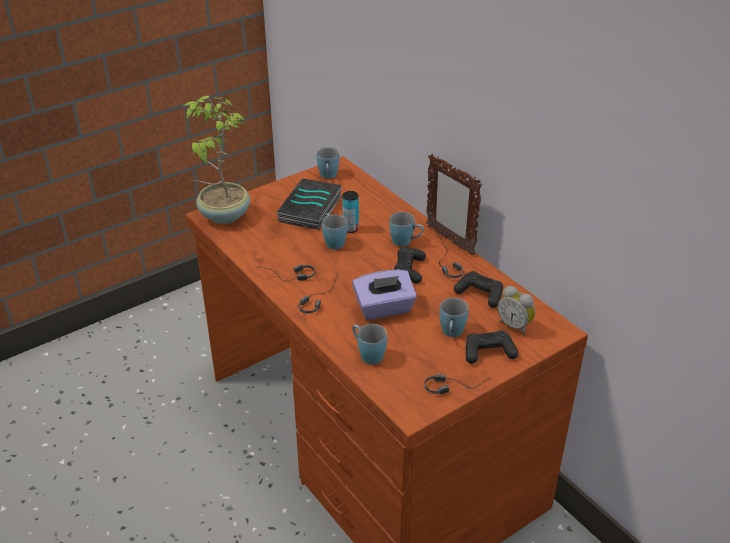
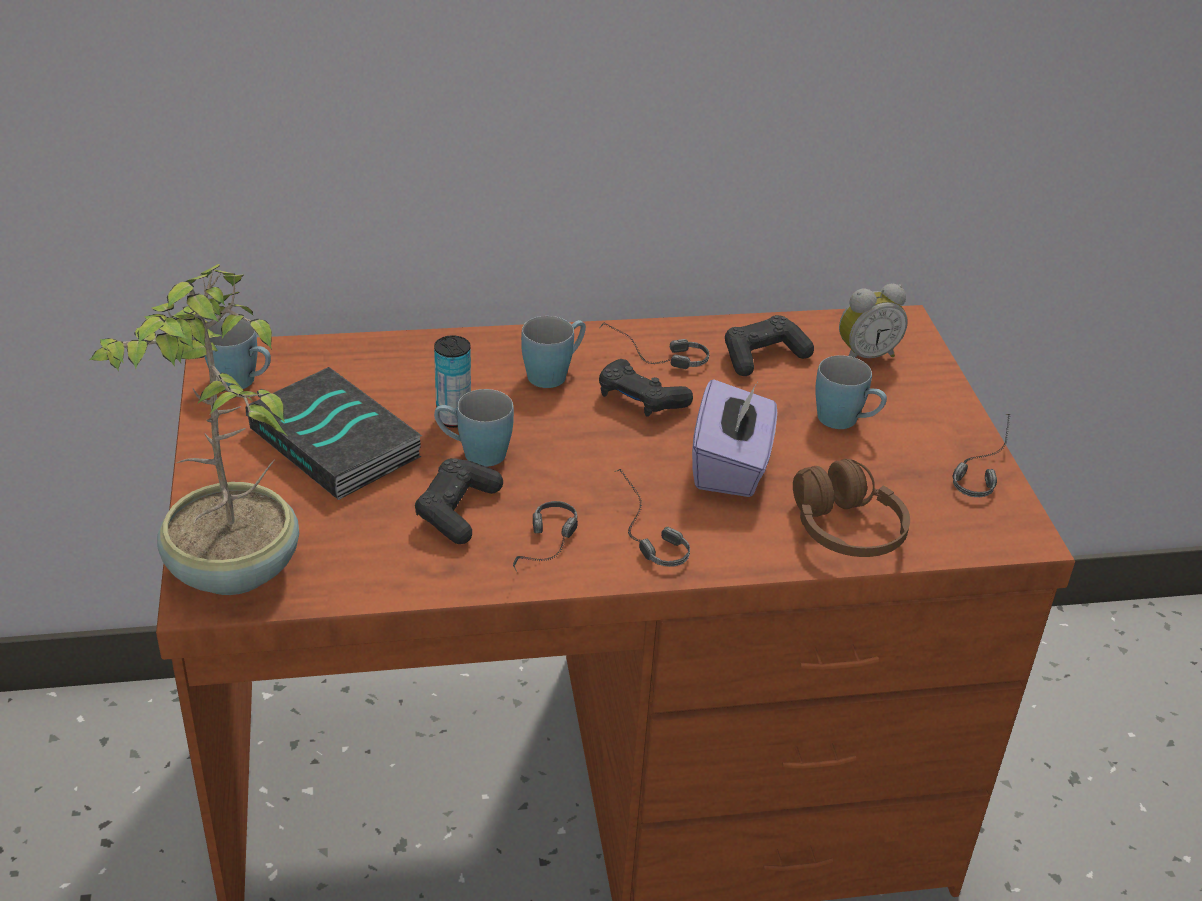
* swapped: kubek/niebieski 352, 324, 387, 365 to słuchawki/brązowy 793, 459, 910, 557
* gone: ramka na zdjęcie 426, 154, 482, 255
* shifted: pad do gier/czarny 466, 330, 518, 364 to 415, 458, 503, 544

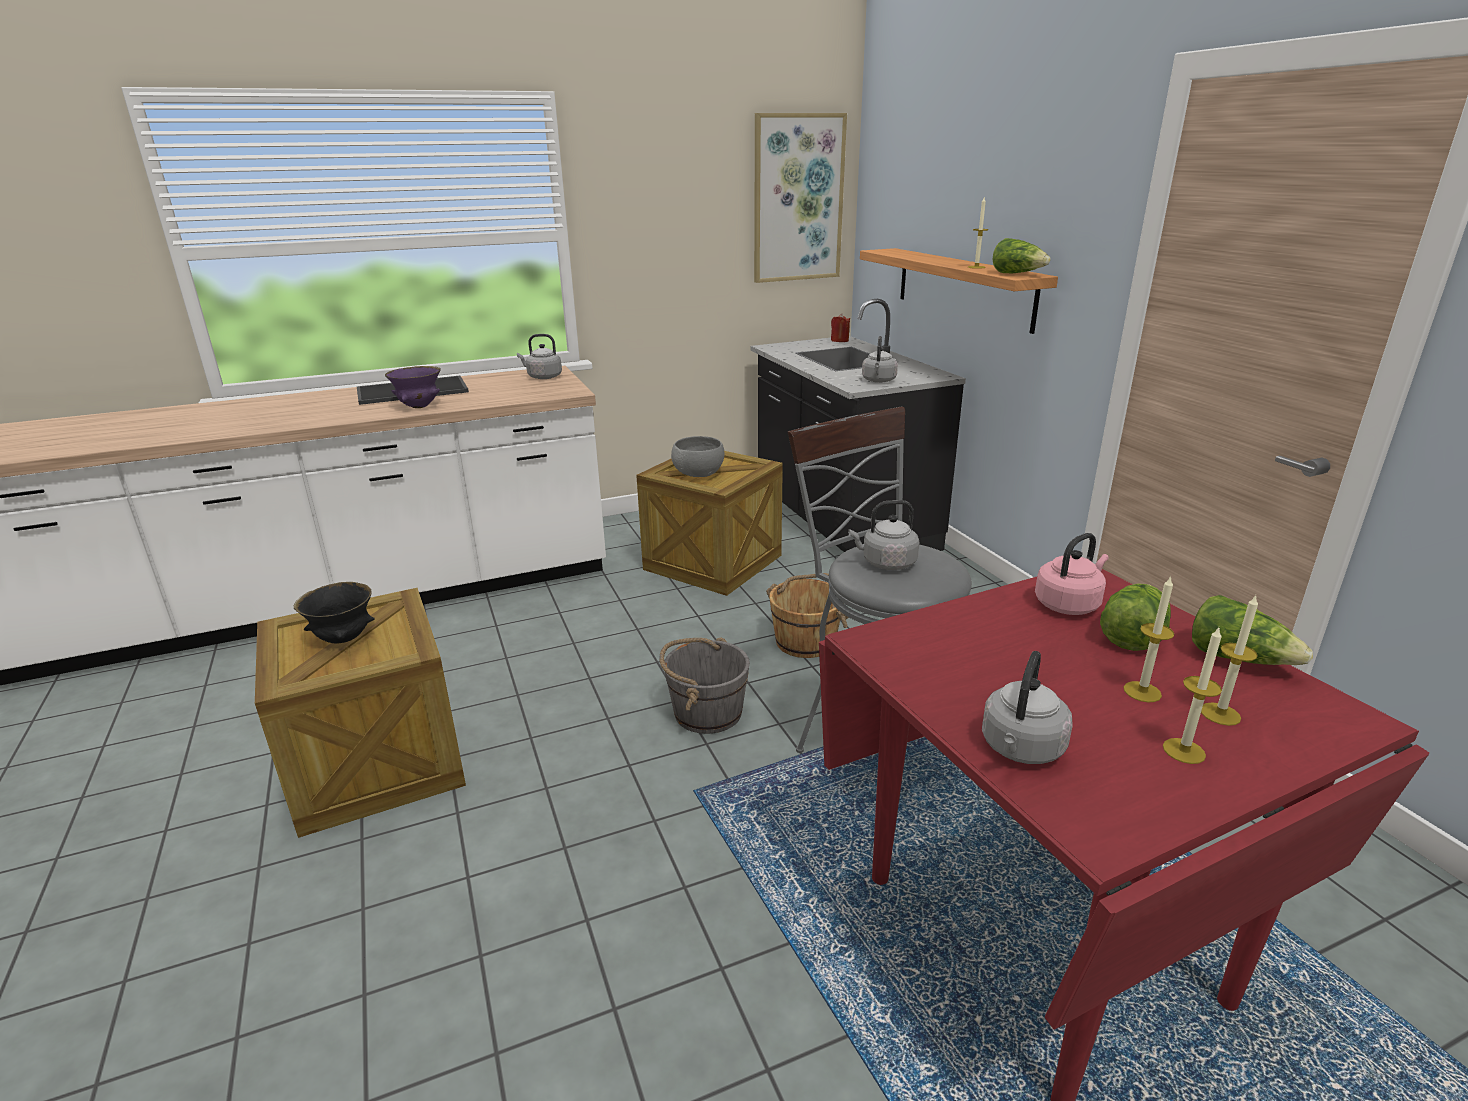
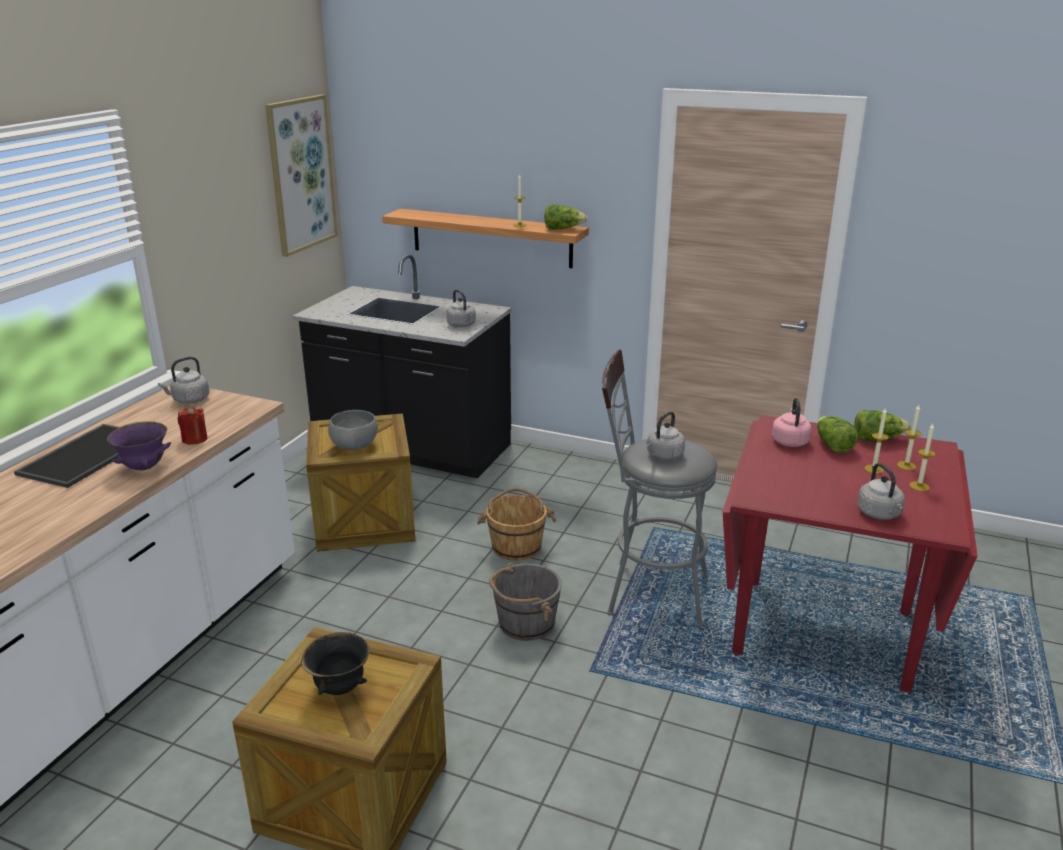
* shifted: świeca/czerwony 831, 314, 850, 342 to 178, 406, 208, 445

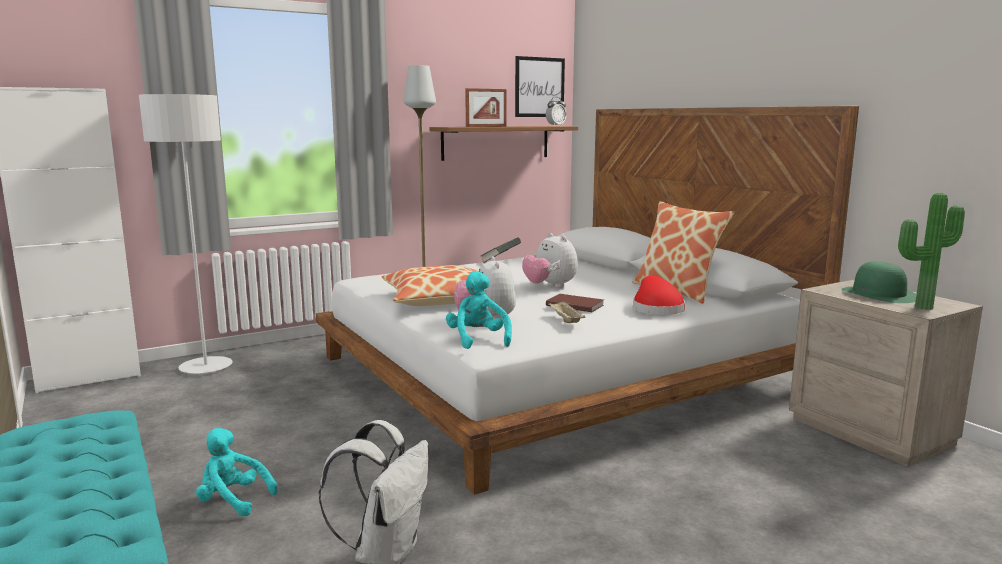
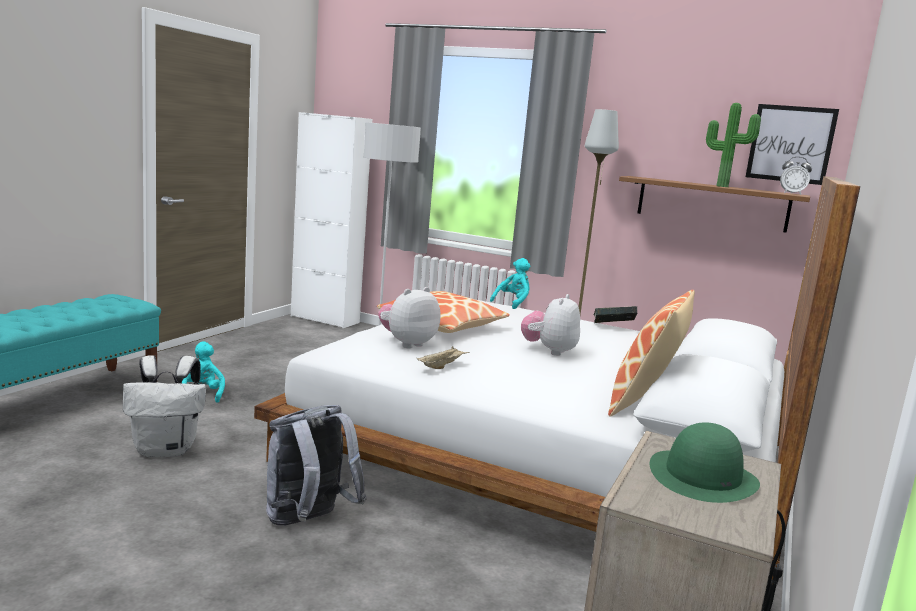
* shifted: pluszak/turkusowy 446, 271, 512, 349 to 490, 258, 531, 309
* gone: ramka na zdjęcie 465, 88, 507, 127
* gone: książka/brązowy 546, 294, 604, 312
* gone: kapelusz/czerwony 633, 276, 685, 315
* shifted: roślina doniczkowa 898, 193, 965, 310 to 706, 103, 761, 187
* new: plecak/szary 266, 405, 367, 526

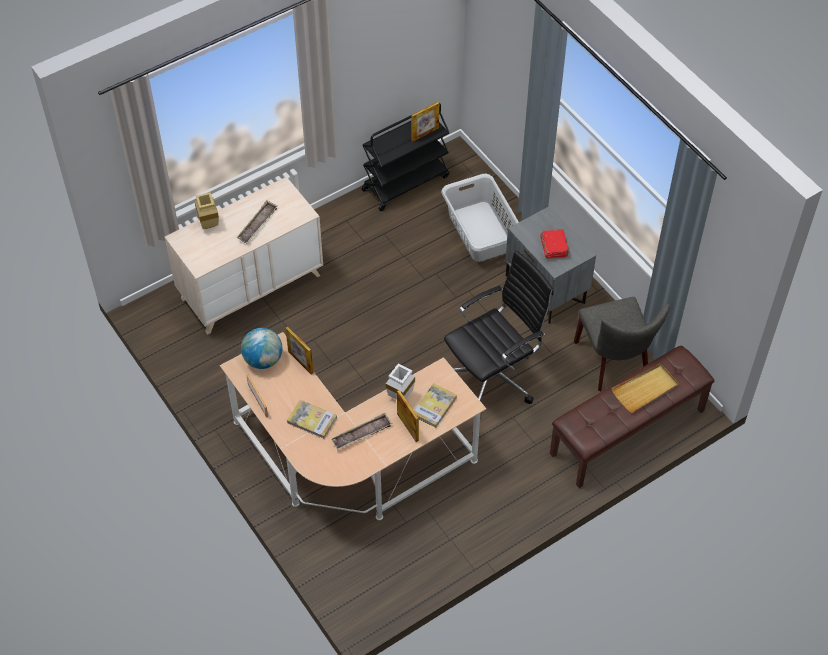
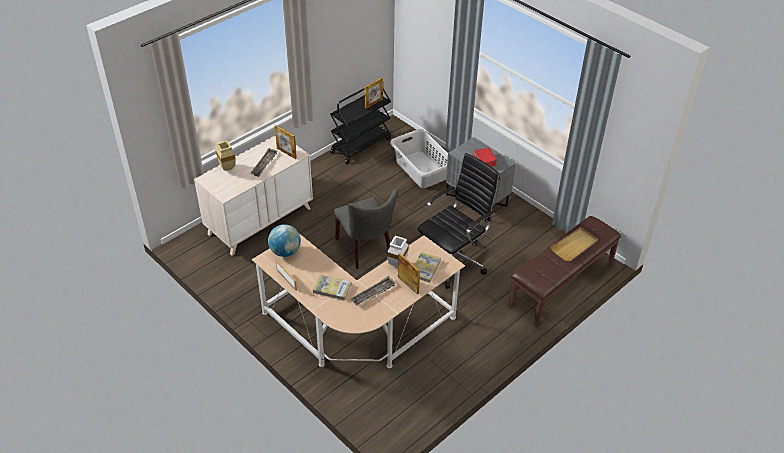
* shifted: ramka na zdjęcie 285, 327, 313, 374 to 275, 125, 297, 159
* shifted: krzesło/szary 574, 297, 670, 391 to 334, 188, 398, 269

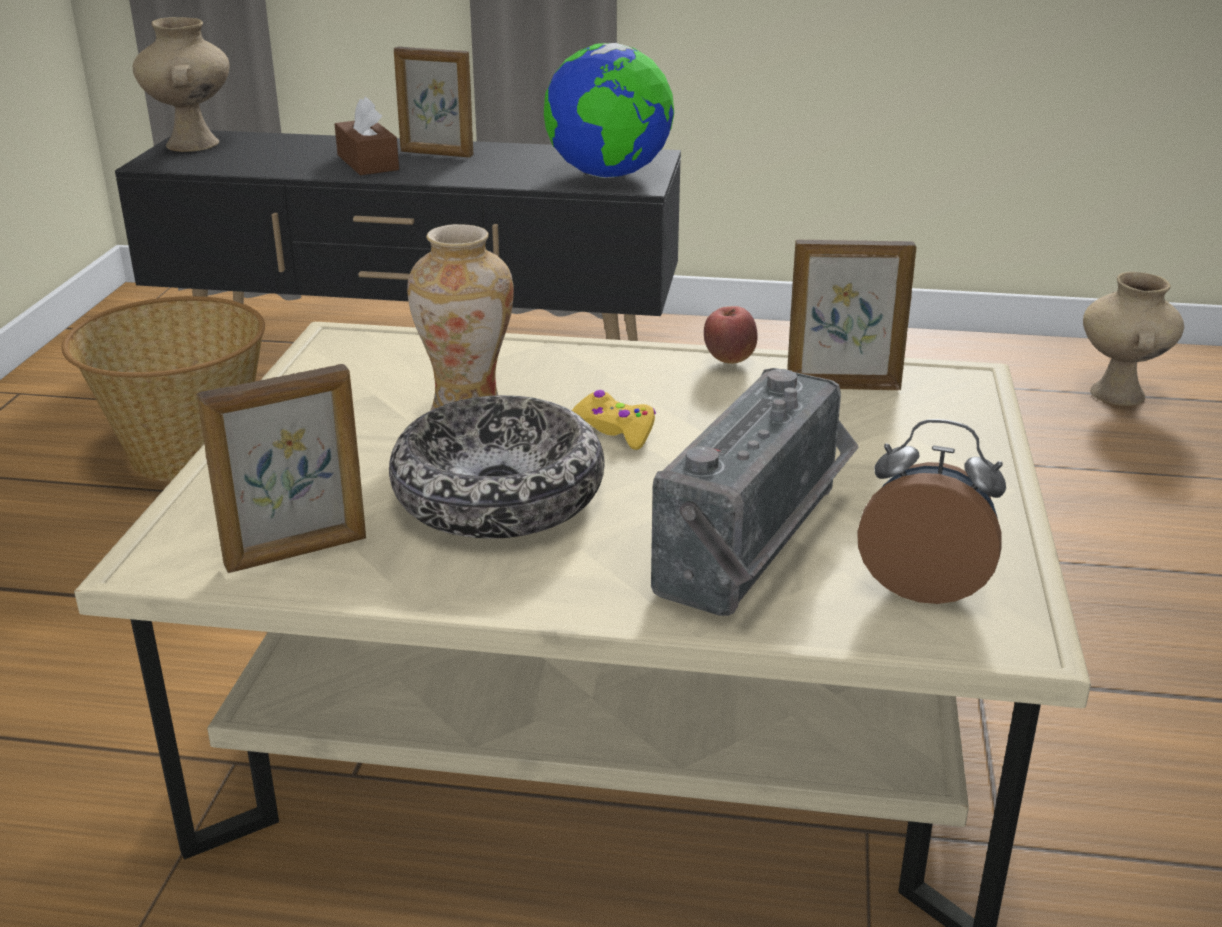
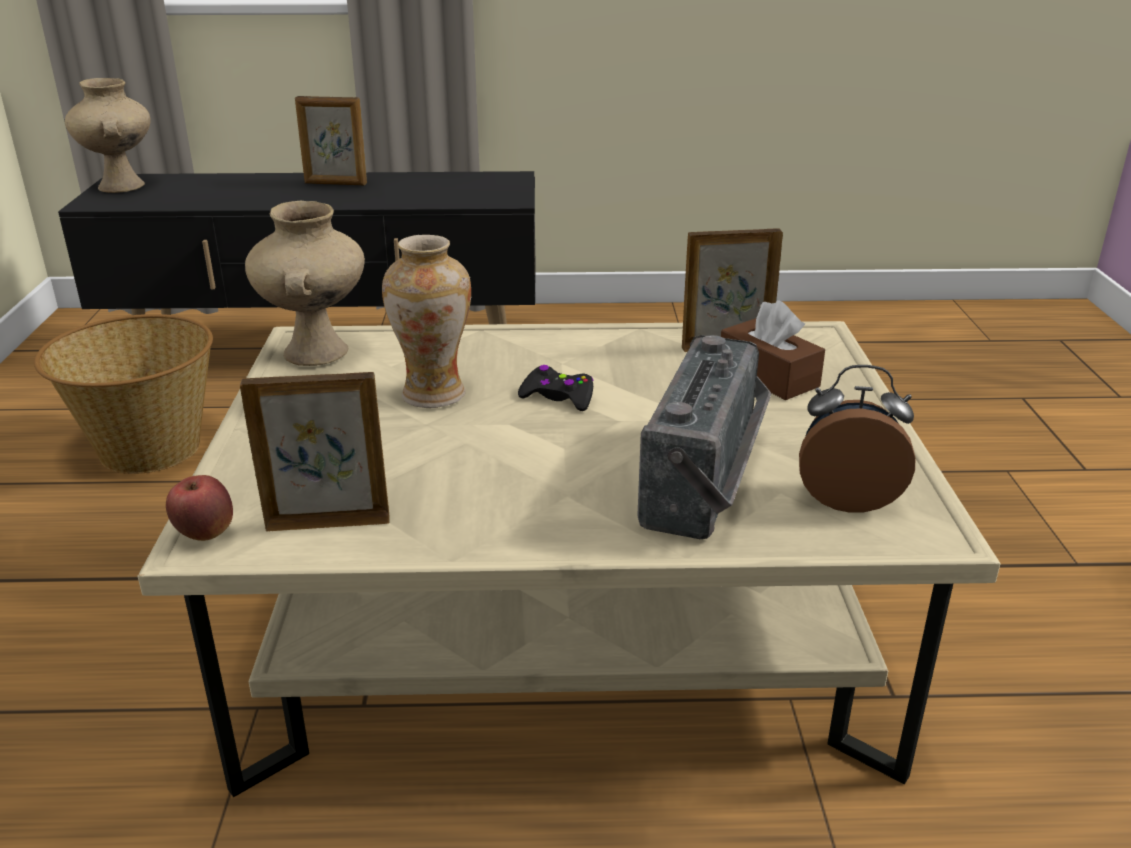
* rotated: ramka na zdjęcie 197, 364, 366, 573 = 240, 372, 390, 532 150 degrees counterclockwise
* shifted: pudełko chusteczek/brązowy 335, 97, 399, 175 to 721, 300, 825, 400
* gone: miska 389, 395, 605, 539
* gone: globus 544, 43, 674, 178
* repainted: pad do gier/żółty 571, 390, 656, 450 to pad do gier/czarny 518, 365, 593, 411
* shifted: jabłko 704, 306, 758, 364 to 166, 475, 233, 541
* shifted: wazon/beżowy 1083, 272, 1184, 406 to 245, 201, 365, 366

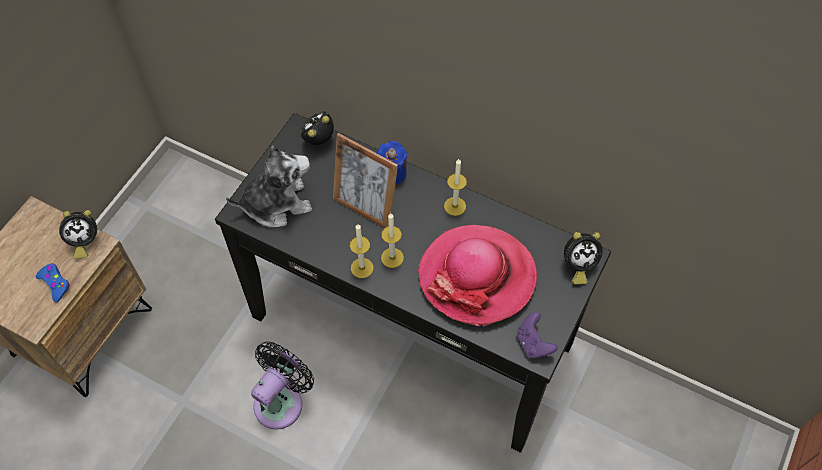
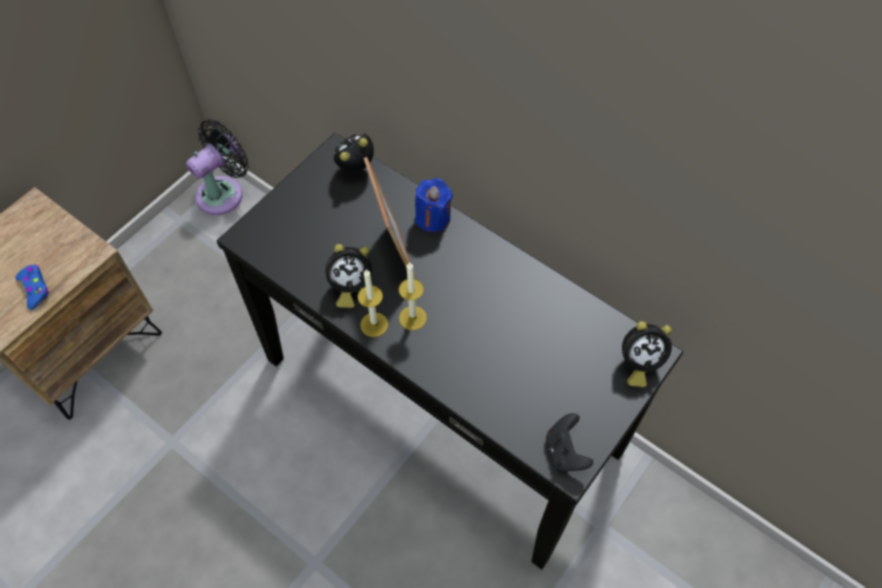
* shifted: budzik 59, 210, 97, 259 to 325, 244, 372, 308
* gone: pluszak 226, 145, 312, 227
* shifted: wentylator/czarny 251, 341, 314, 430 to 186, 119, 249, 215
* rotated: ramka na zdjęcie 333, 133, 398, 228 = 364, 157, 416, 279 150 degrees counterclockwise
* gone: kapelusz 418, 225, 537, 327
* gone: świeca 444, 159, 467, 216
* repainted: pad do gier/fioletowy 517, 312, 558, 358 to pad do gier/czarny 546, 413, 593, 471

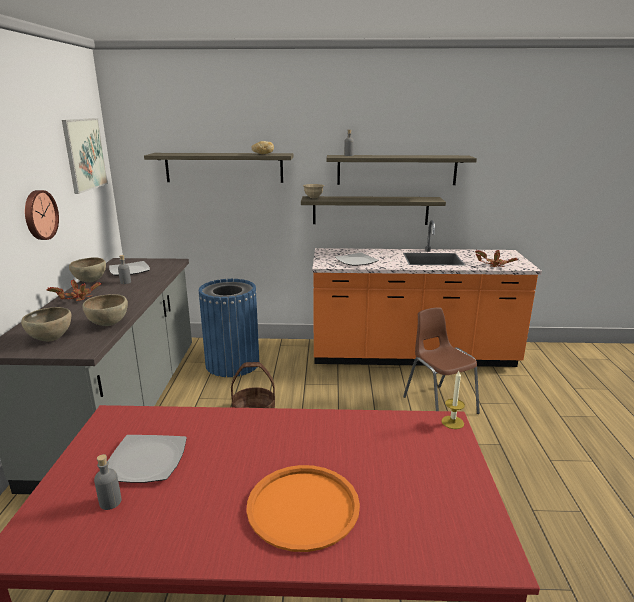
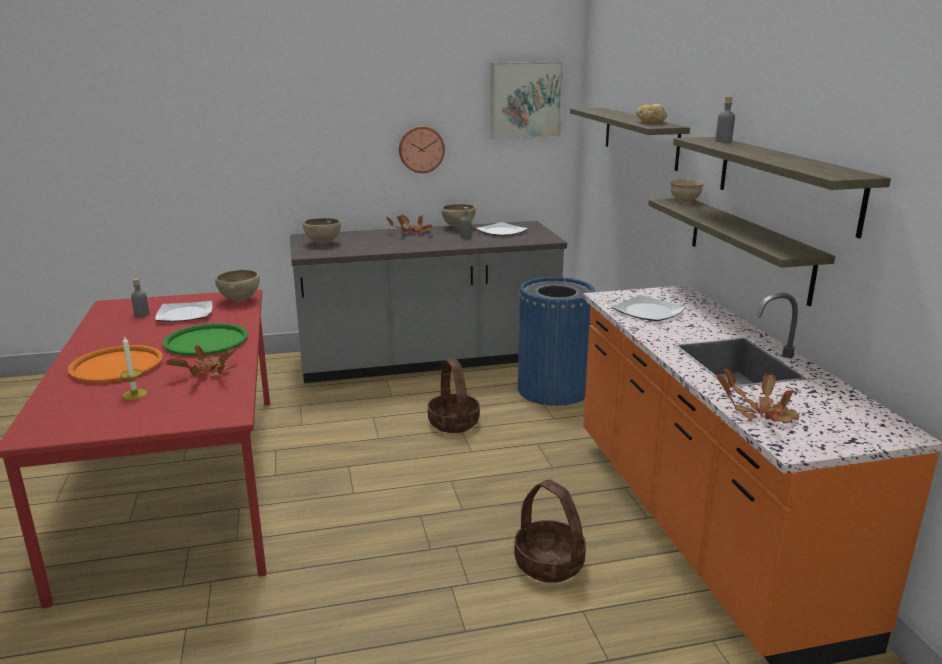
* shifted: miska/brązowy 82, 294, 128, 326 to 215, 270, 260, 301
* swapped: krzesło/brązowy 403, 308, 480, 414 to koszyk 514, 479, 586, 583
* shifted: świeca 441, 371, 465, 429 to 120, 336, 147, 400
* new: taca/zielony 163, 323, 248, 356
* new: roślina doniczkowa 165, 345, 238, 377

